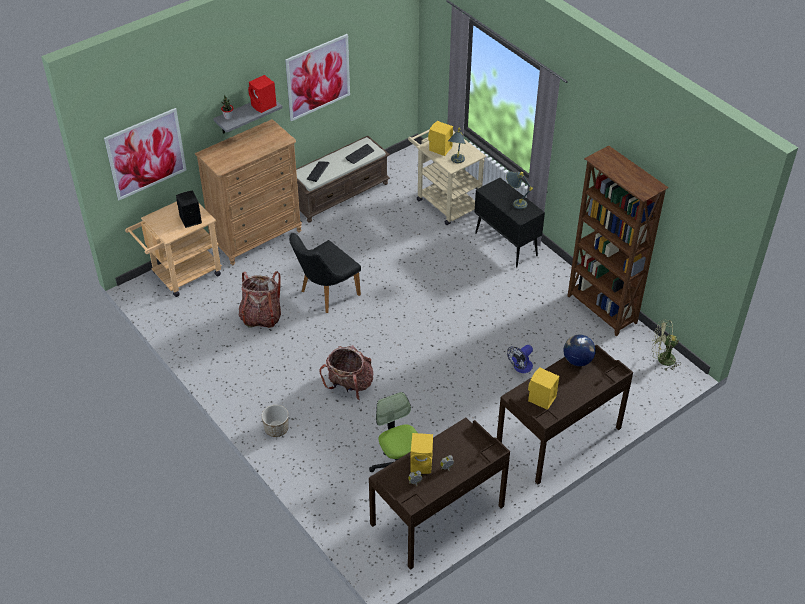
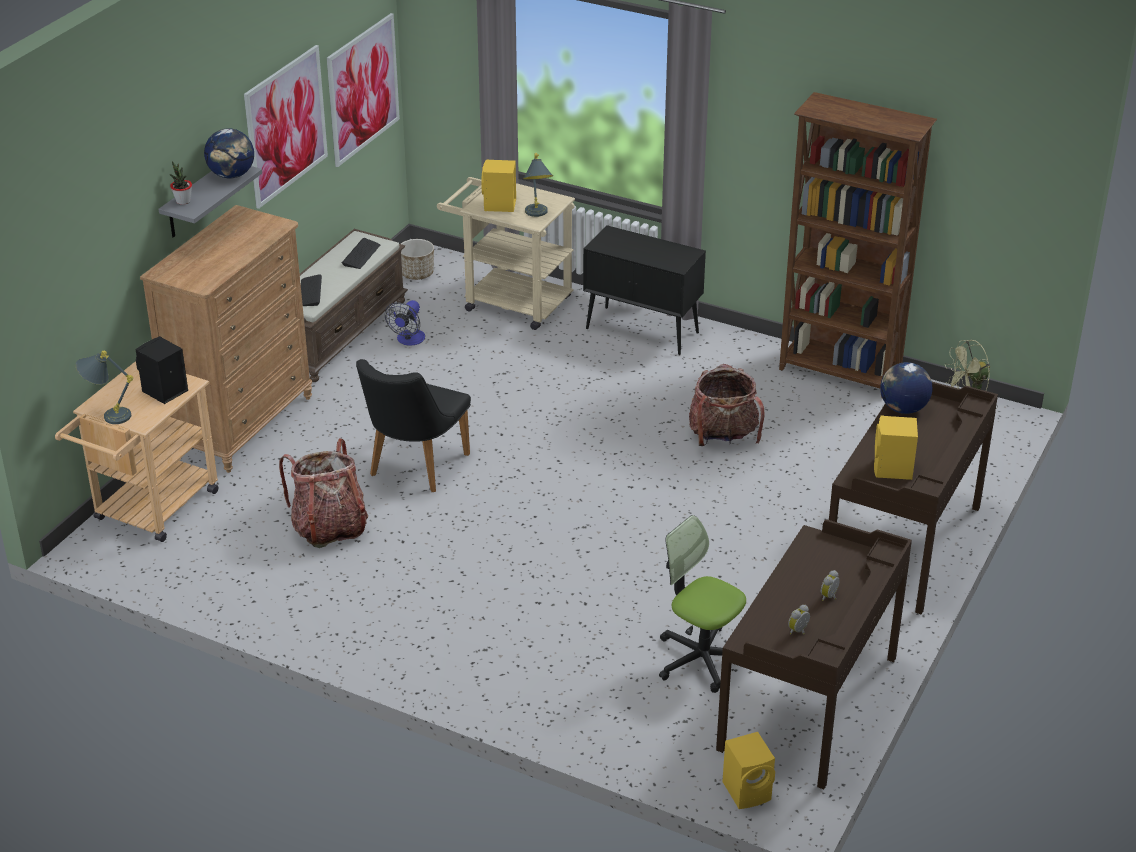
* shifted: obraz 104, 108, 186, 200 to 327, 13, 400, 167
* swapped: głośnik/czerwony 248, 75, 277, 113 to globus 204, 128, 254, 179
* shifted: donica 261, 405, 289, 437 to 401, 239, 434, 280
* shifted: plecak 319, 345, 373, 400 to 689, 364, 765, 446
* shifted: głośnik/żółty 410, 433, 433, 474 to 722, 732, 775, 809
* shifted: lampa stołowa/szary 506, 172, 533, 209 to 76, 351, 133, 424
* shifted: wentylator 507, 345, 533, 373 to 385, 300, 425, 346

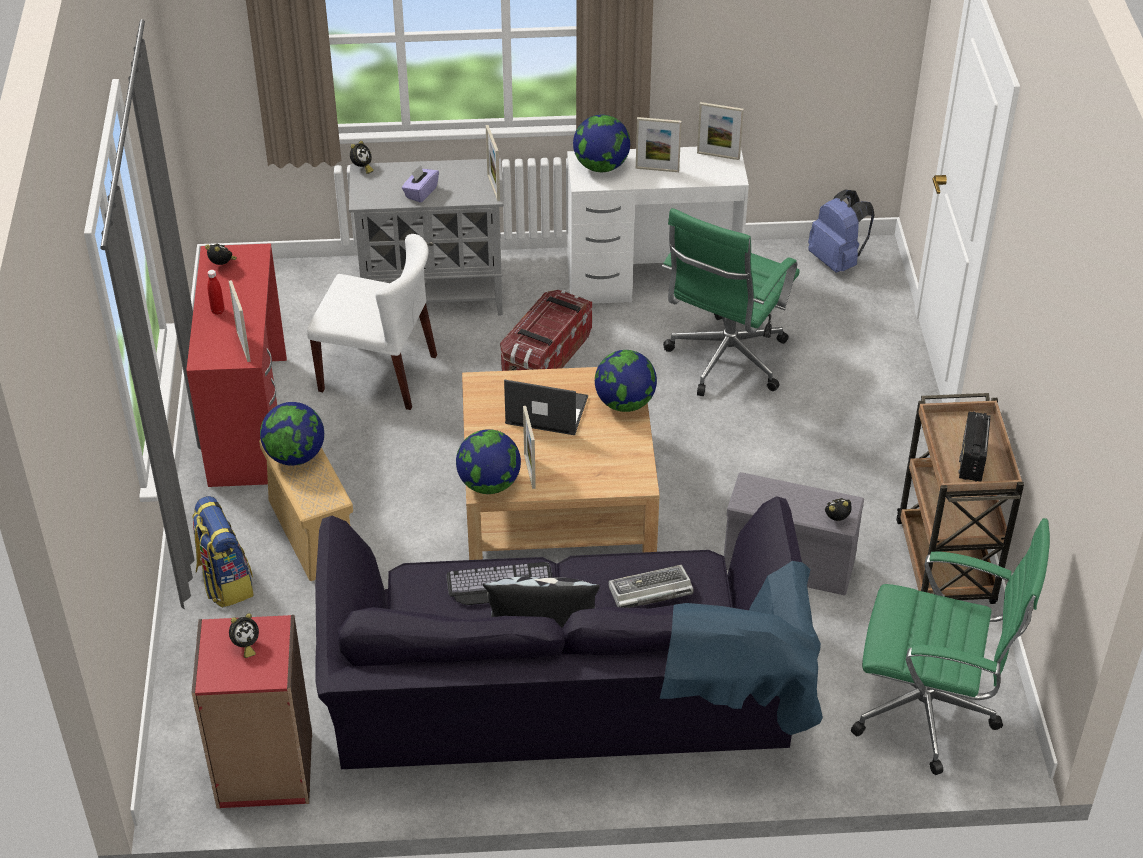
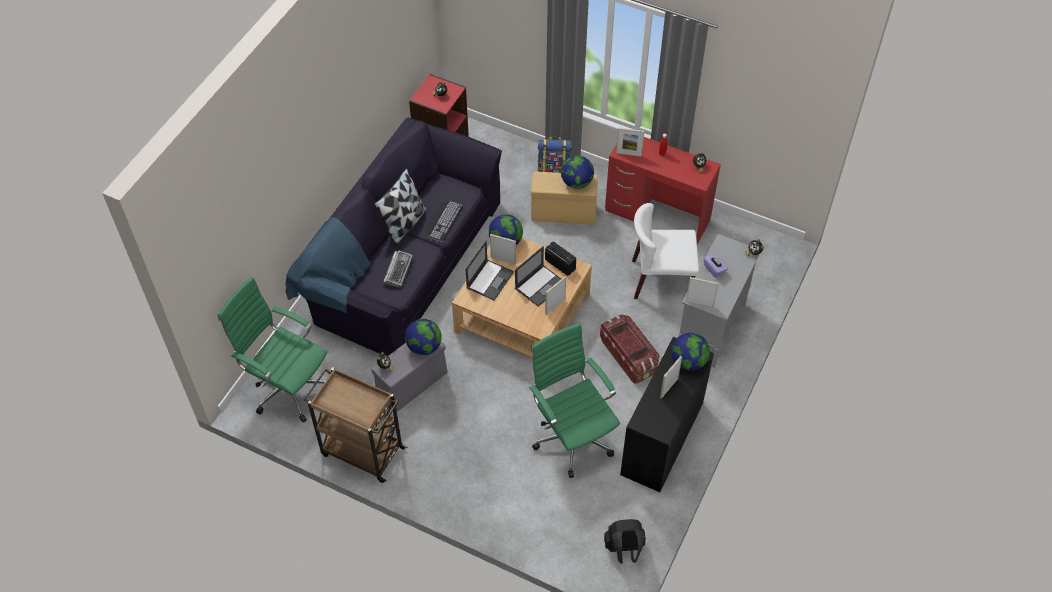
* rotated: krzesło/biały 307, 234, 437, 410 = 632, 203, 699, 299 45 degrees clockwise
* repainted: biurko/biały 567, 147, 749, 304 to biurko/czarny 620, 337, 714, 492
* shifted: globus 595, 350, 657, 412 to 405, 319, 441, 355
* shifted: ramka na zdjęcie 697, 102, 744, 160 to 545, 277, 566, 315
* repainted: plecak/niebieski 808, 190, 875, 273 to plecak/czarny 604, 519, 646, 564
* rotated: krzesło biurowe/zielony 851, 518, 1050, 775 = 218, 277, 327, 423 75 degrees clockwise
* shifted: radio 958, 411, 991, 482 to 545, 241, 576, 276
* new: laptop 466, 241, 514, 301

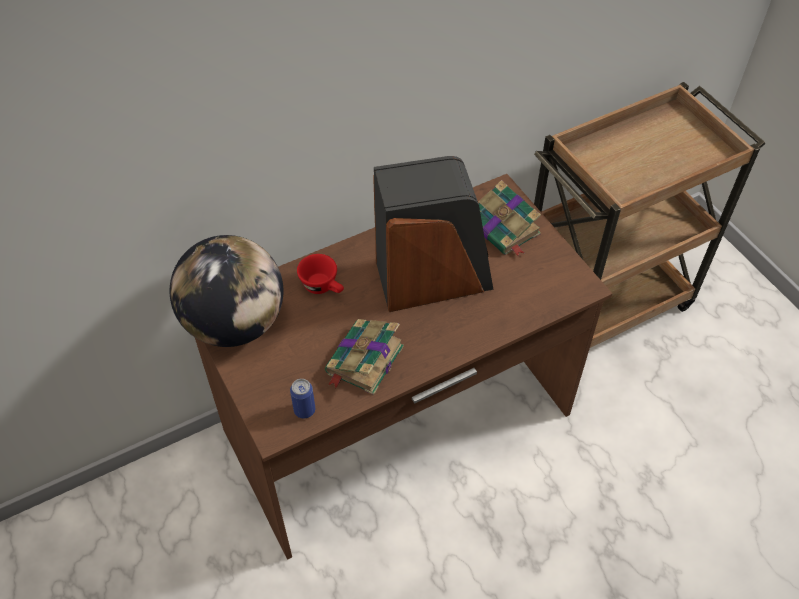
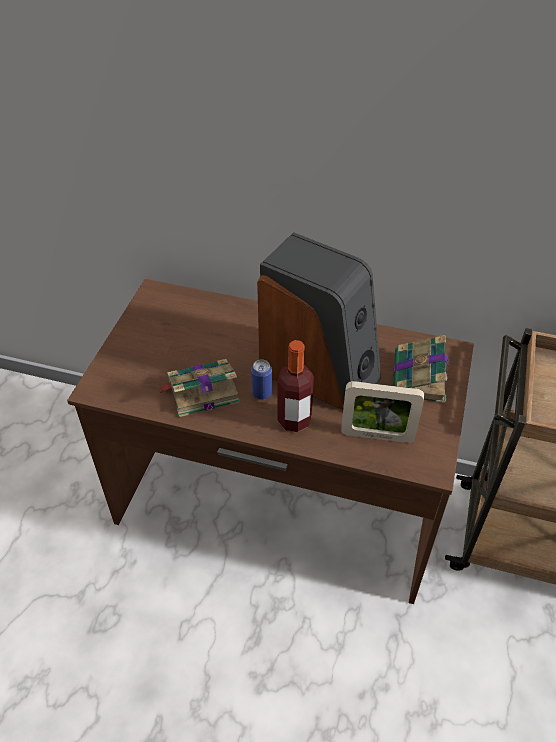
* gone: globus 170, 235, 283, 347
* shifted: puszka 290, 379, 315, 419 to 251, 360, 272, 400
* gone: filiżanka/czerwony 297, 254, 344, 294
* new: butelka 277, 340, 314, 432
* new: ramka na zdjęcie 341, 381, 424, 443

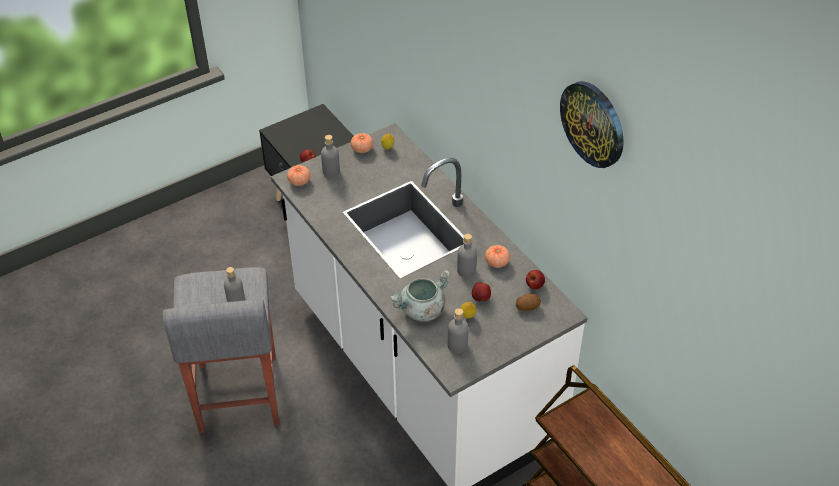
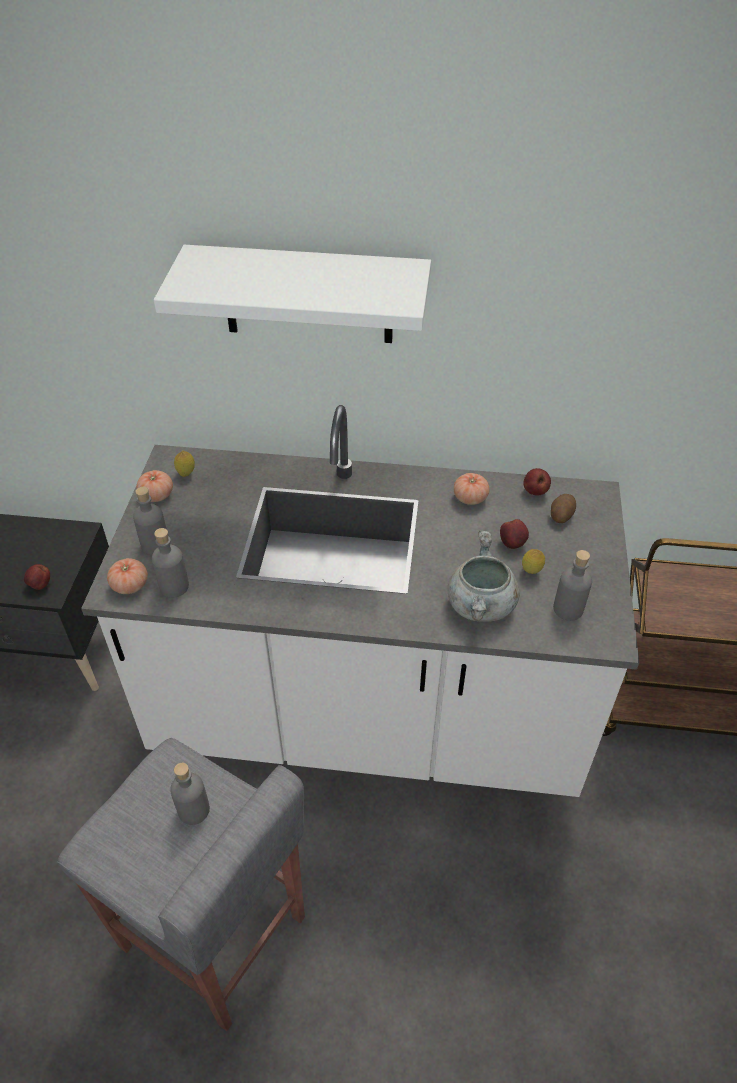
* shifted: butelka/szary 457, 234, 477, 278 to 152, 528, 189, 598
* gone: zegar ścienny 560, 81, 624, 168
* new: półka/biały 154, 245, 431, 343

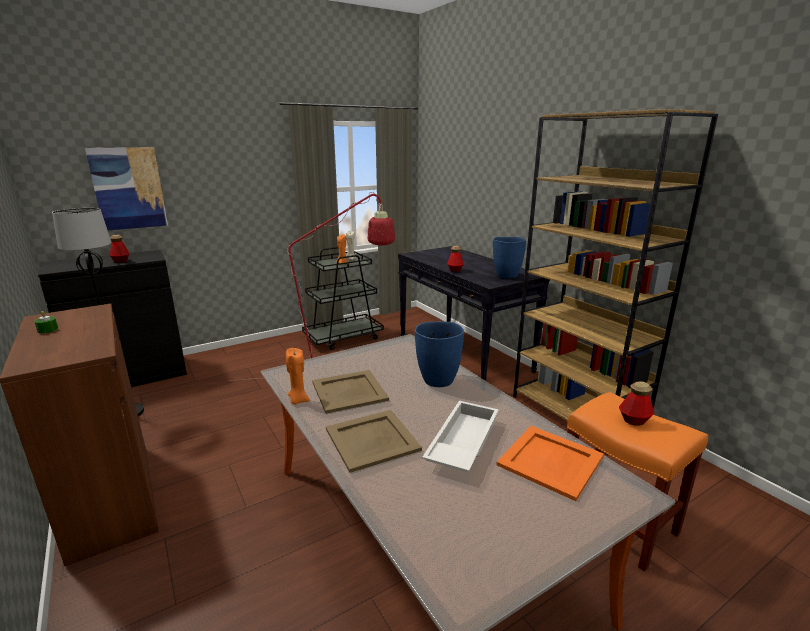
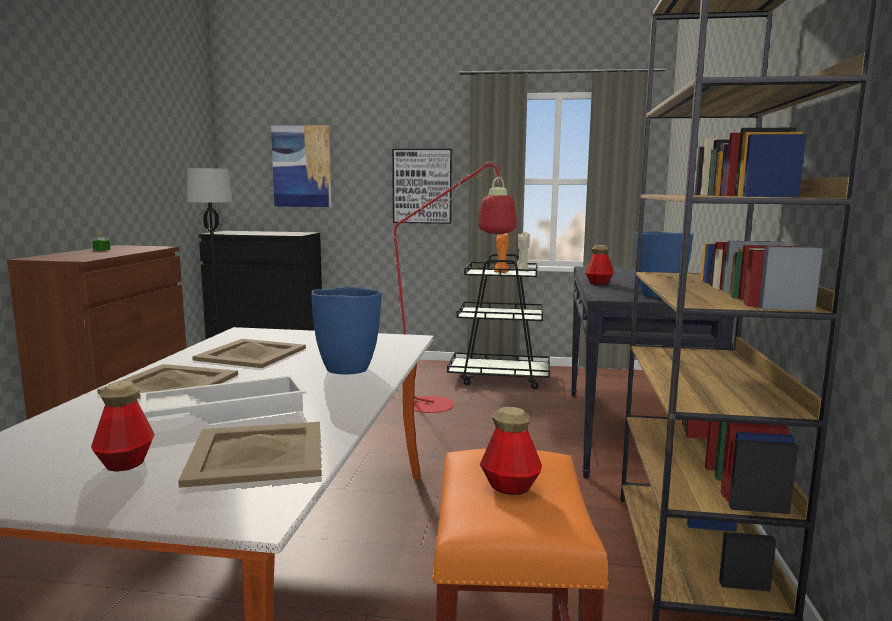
* shifted: butelka 109, 235, 129, 263 to 91, 381, 155, 472
* gone: świeca/pomarańczowy 286, 348, 310, 405
* repainted: taca/pomarańczowy 496, 426, 604, 501 to taca/beżowy 178, 422, 321, 488
* new: obraz 392, 149, 452, 224

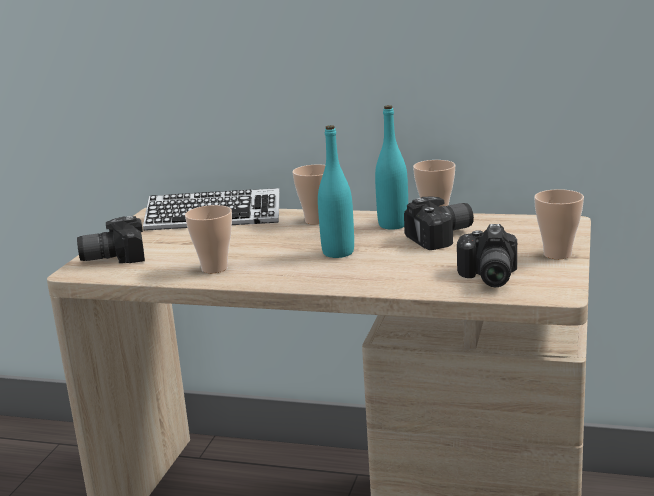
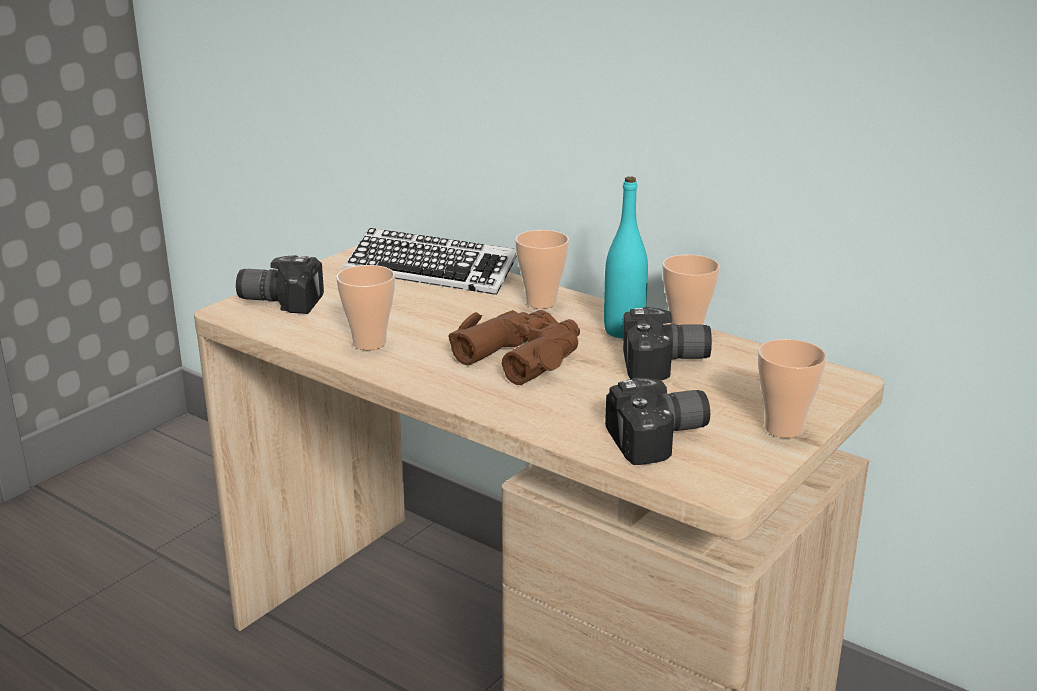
* swapped: butelka/turkusowy 318, 125, 354, 258 to lornetka/brązowy 448, 310, 580, 385
* rotated: aparat fotograficzny 457, 224, 517, 287 = 605, 378, 710, 465 135 degrees counterclockwise

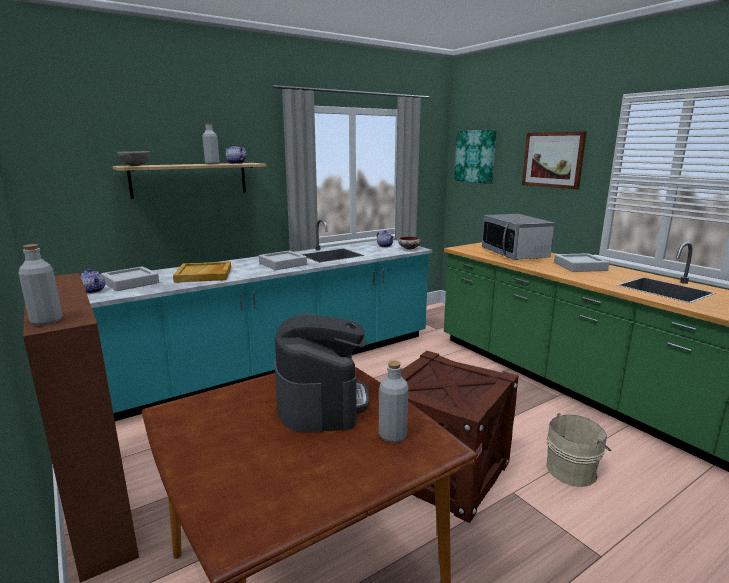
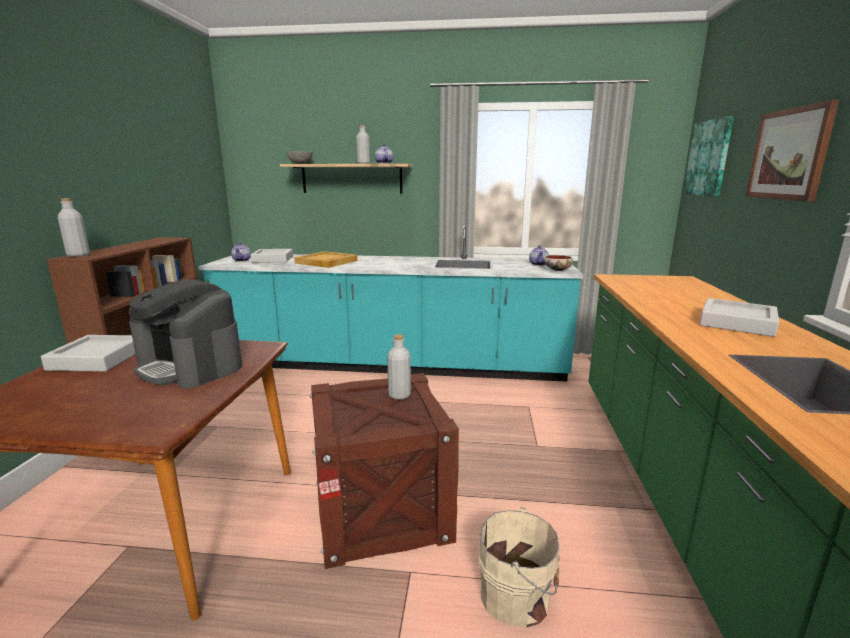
* shifted: taca/szary 259, 251, 307, 270 to 41, 335, 136, 372
* rotated: ekspres do kawy 275, 314, 369, 433 = 129, 279, 243, 388 90 degrees clockwise
* shifted: butelka/szary 379, 360, 408, 443 to 387, 334, 411, 400
* gone: mikrofalówka 482, 214, 554, 260

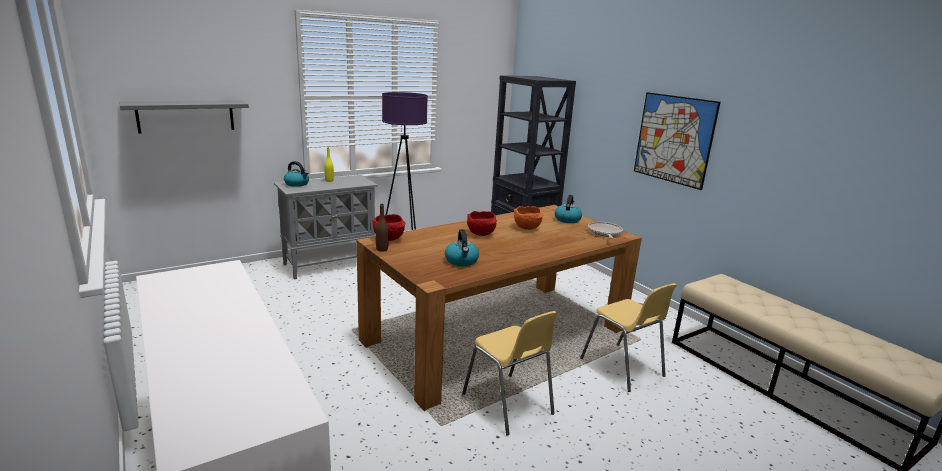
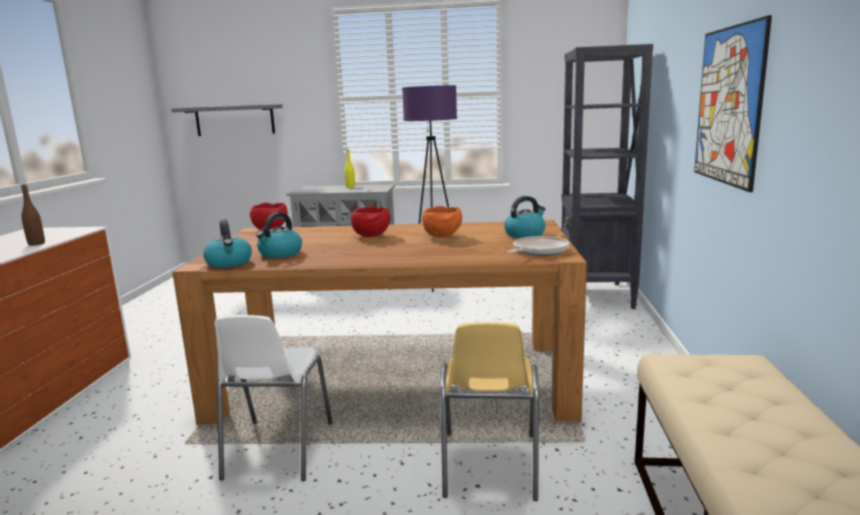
* shifted: czajnik 284, 161, 309, 187 to 203, 219, 252, 268
* shifted: butelka/brązowy 376, 204, 389, 252 to 21, 185, 45, 246
* repainted: krzesło/żółty 462, 311, 557, 436 to krzesło/biały 214, 315, 333, 481

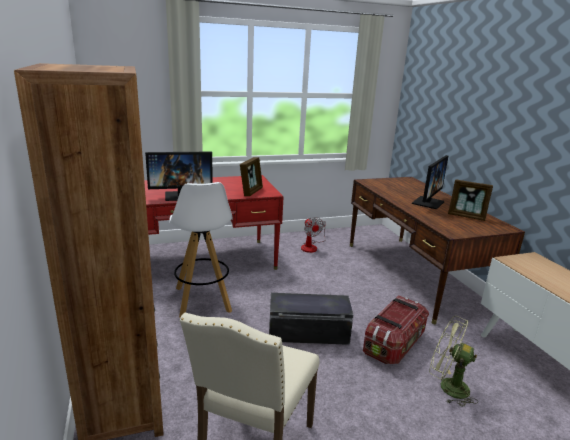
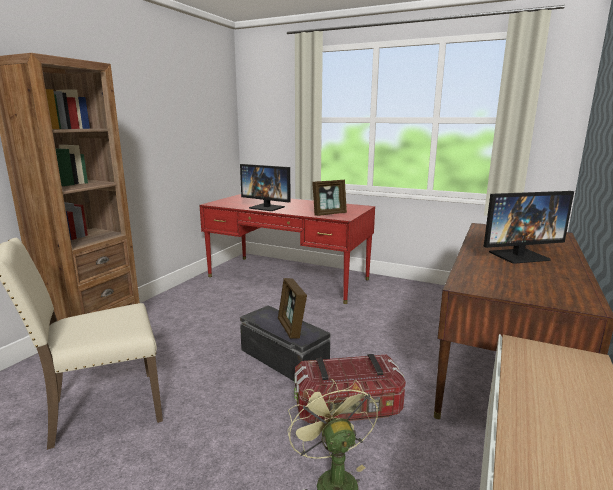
* gone: stołek/biały 169, 182, 233, 318
* gone: wentylator 301, 217, 326, 253
* shifted: ramka na zdjęcie 448, 179, 493, 221 to 278, 278, 307, 339

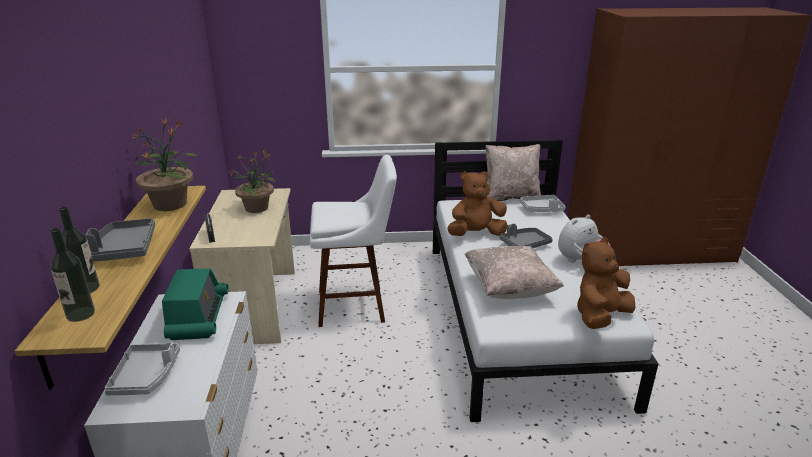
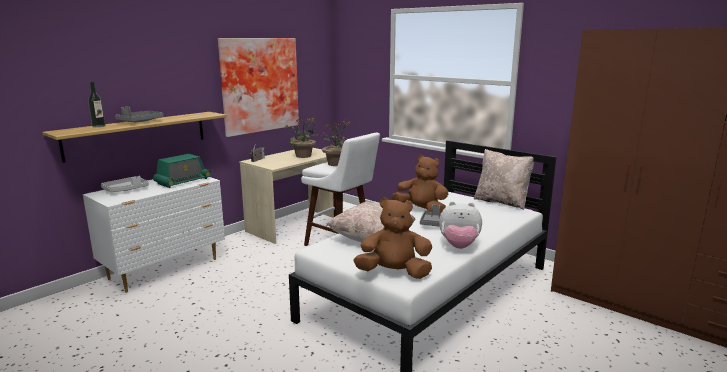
* gone: butelka 50, 228, 95, 322
* shifted: roślina doniczkowa 131, 118, 198, 211 to 322, 120, 350, 166
* gone: taca/szary 520, 195, 565, 212
* new: obraz 218, 38, 299, 137

